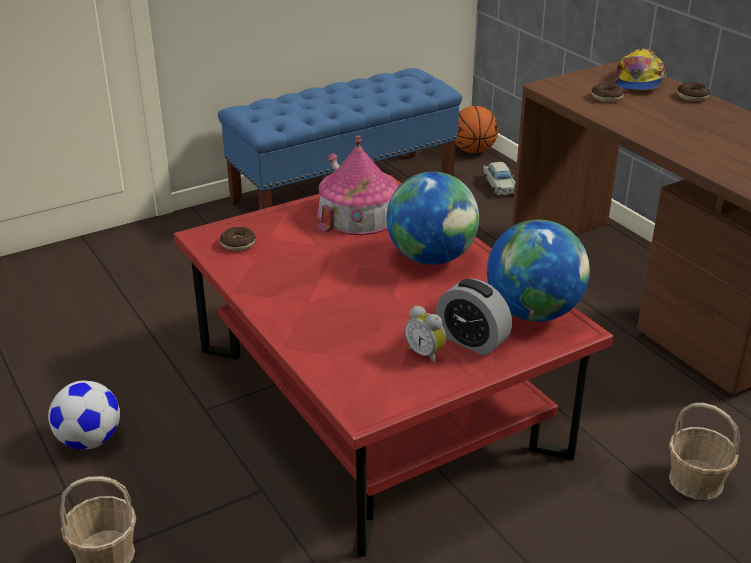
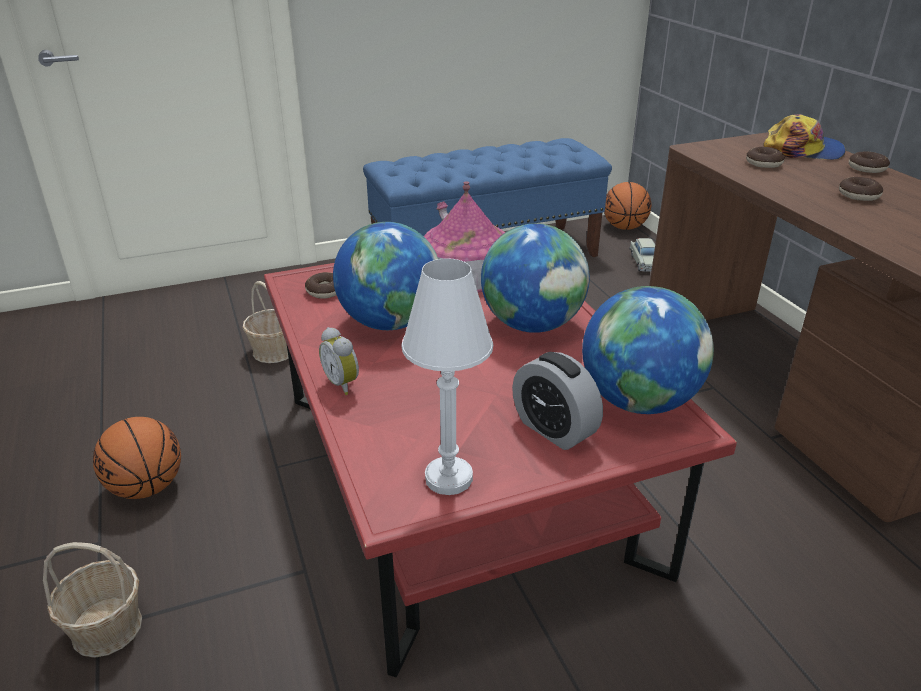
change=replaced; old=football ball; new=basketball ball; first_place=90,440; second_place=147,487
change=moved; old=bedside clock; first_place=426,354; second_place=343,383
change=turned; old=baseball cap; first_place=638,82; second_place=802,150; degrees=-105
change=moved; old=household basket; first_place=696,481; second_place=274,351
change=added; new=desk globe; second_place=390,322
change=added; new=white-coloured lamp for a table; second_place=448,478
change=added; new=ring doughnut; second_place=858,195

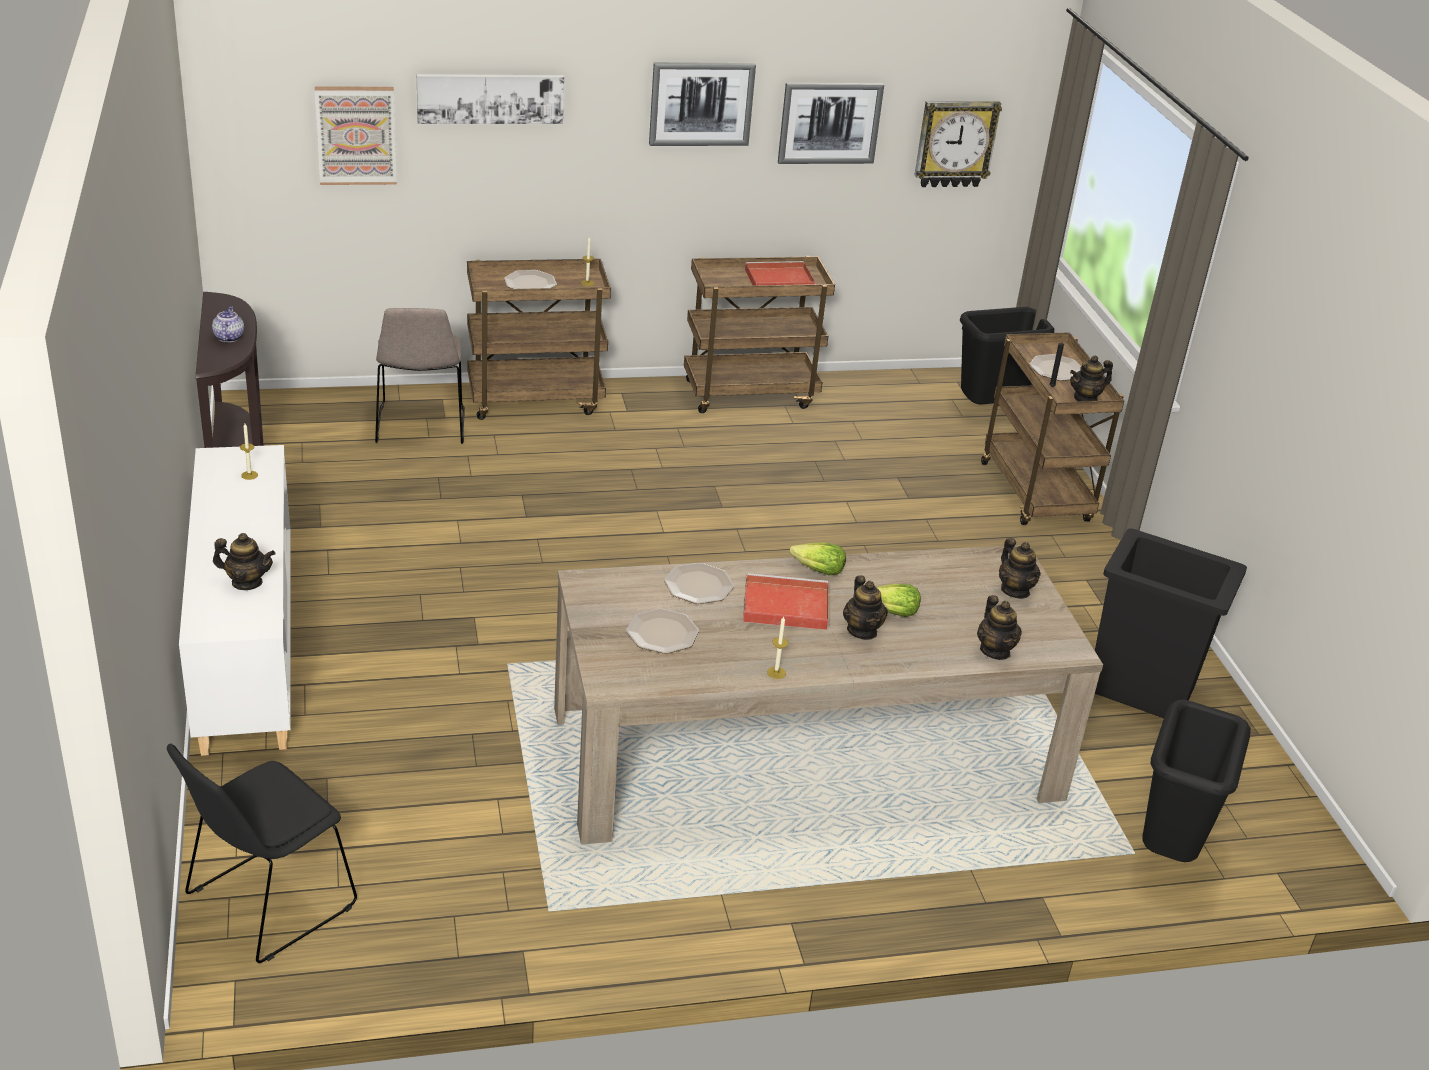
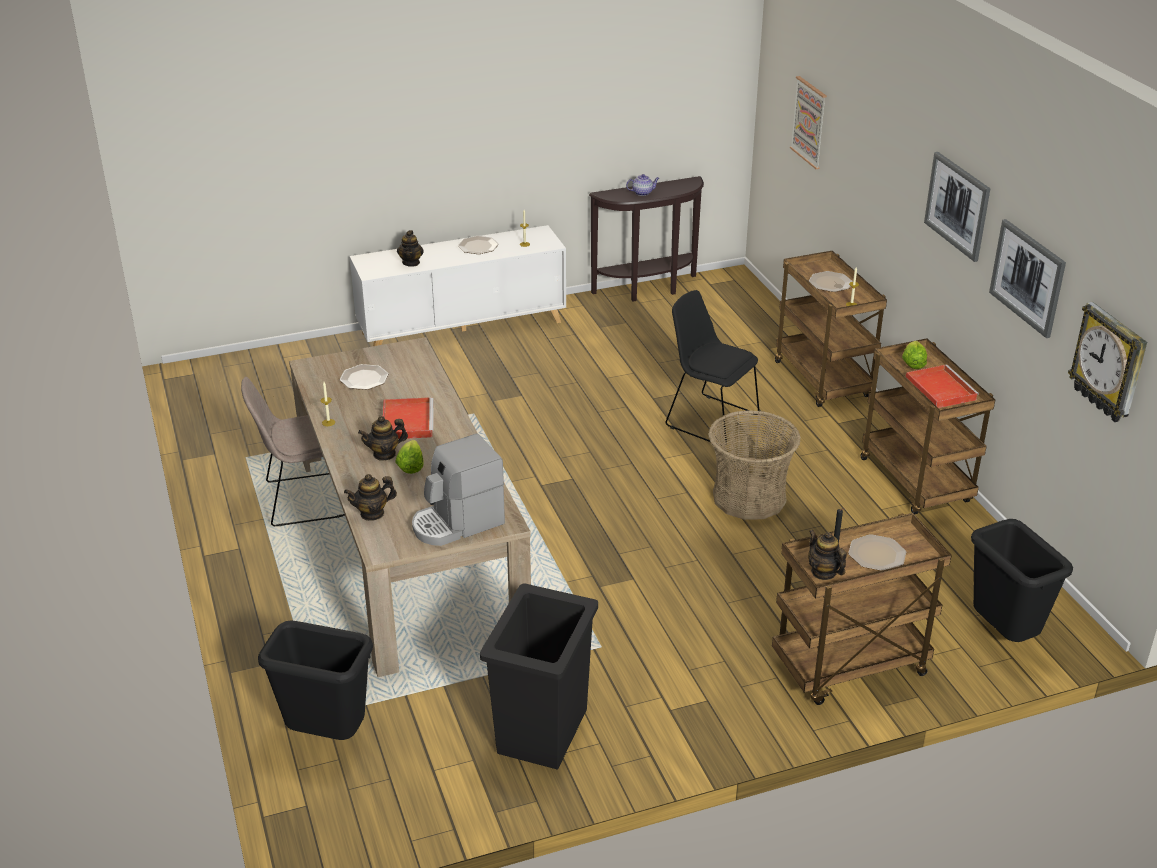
change=moved; old=blackish chair; first_place=266,903; second_place=709,419
change=moved; old=beige chair; first_place=420,427; second_place=302,500
change=removed; old=wall art; first_place=490,98
change=moved; old=dinner plate; first_place=699,585; second_place=477,246
change=moved; old=lettuce; first_place=818,570; second_place=913,363
change=replaced; old=tea pot; new=coffee brewer; first_place=1015,590; second_place=457,523
change=added; new=household basket; second_place=749,498

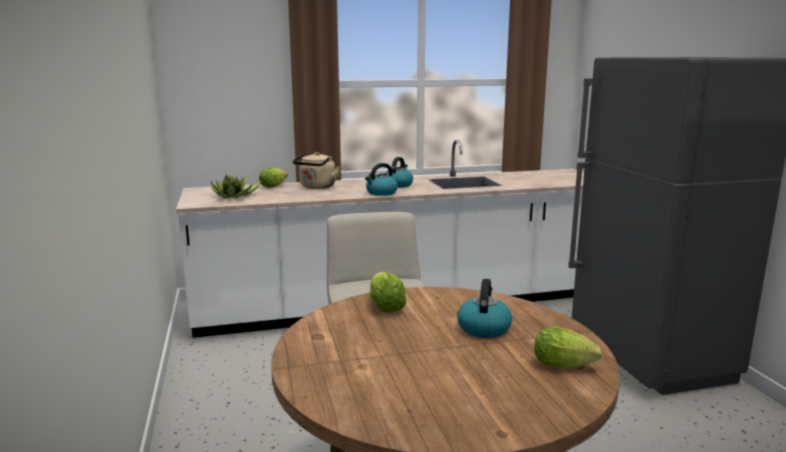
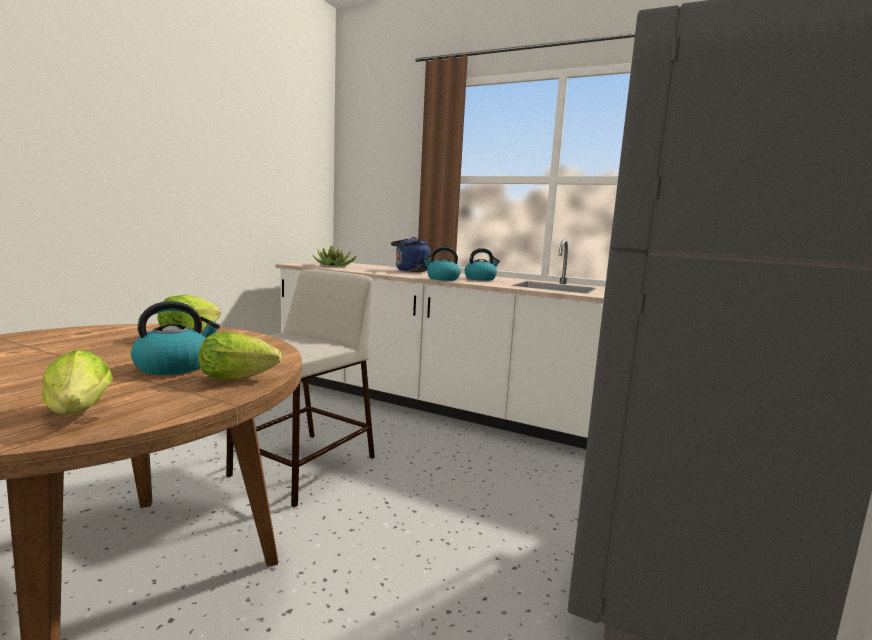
change=moved; old=lettuce; first_place=274,186; second_place=242,378
change=recoloured; old=beige kettle; new=bluish kettle; first_place=317,187; second_place=410,271

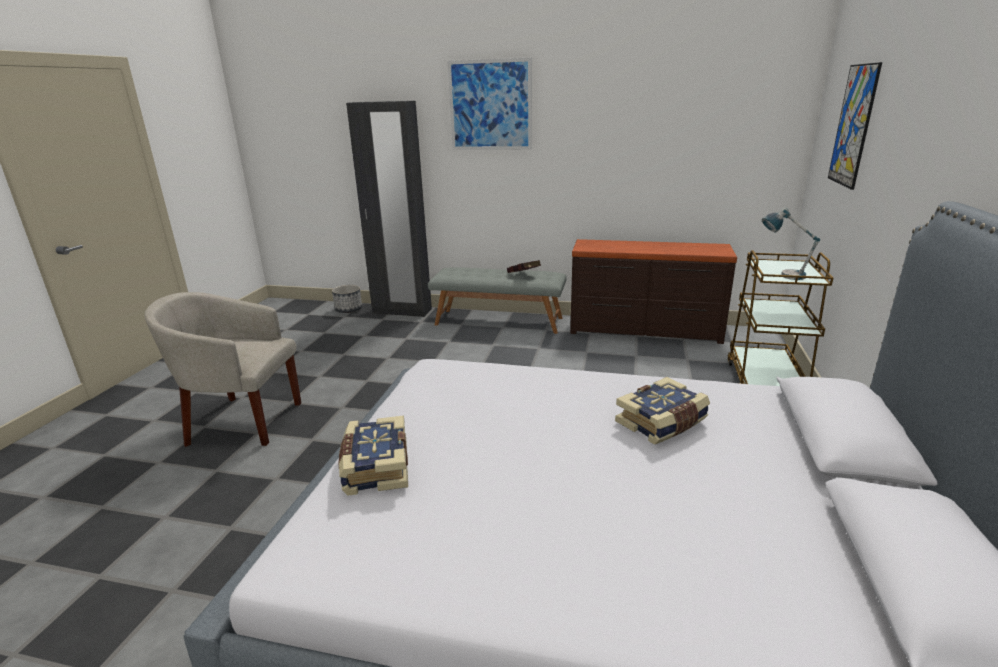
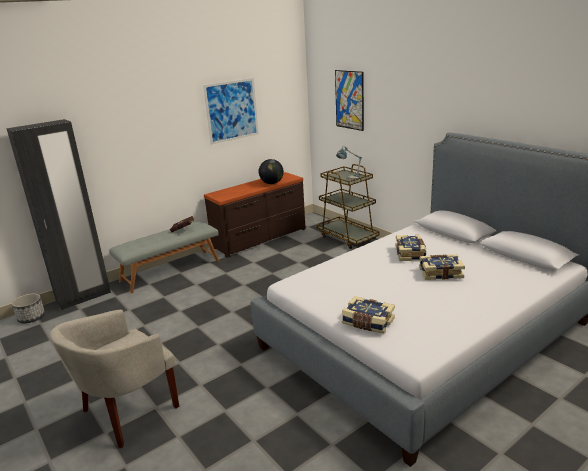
change=moved; old=wall art; first_place=490,105; second_place=231,110
change=added; new=desk globe; second_place=272,183
change=added; new=volume; second_place=440,273

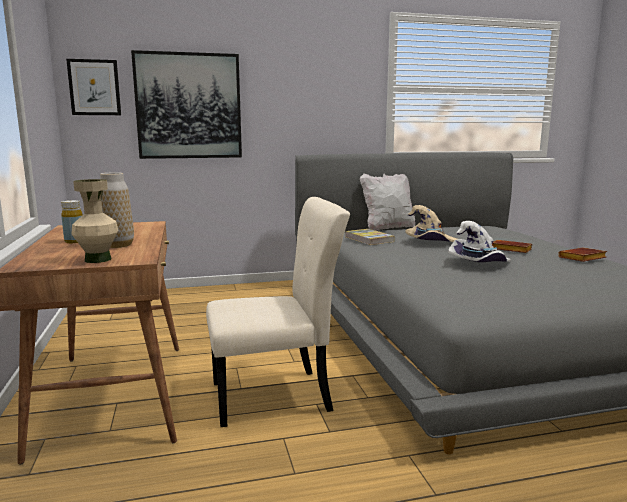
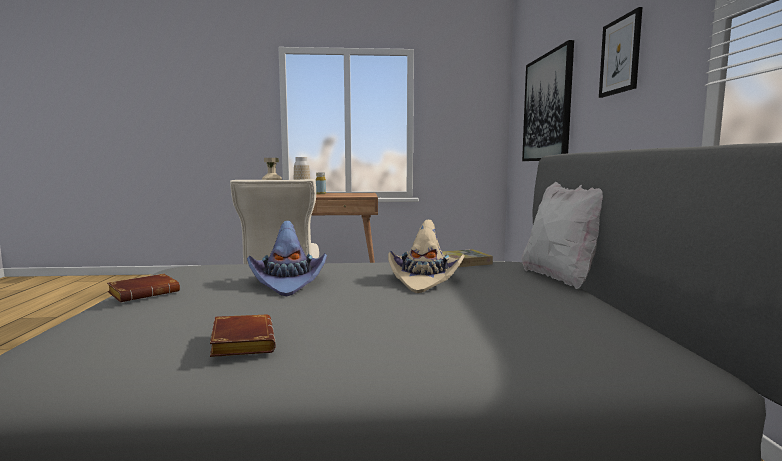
change=moved; old=wall art; first_place=94,87; second_place=620,56
change=recoloured; old=white-coloured hat; new=purplish hat; first_place=478,264; second_place=288,282
change=moved; old=brownish volume; first_place=509,250; second_place=145,293

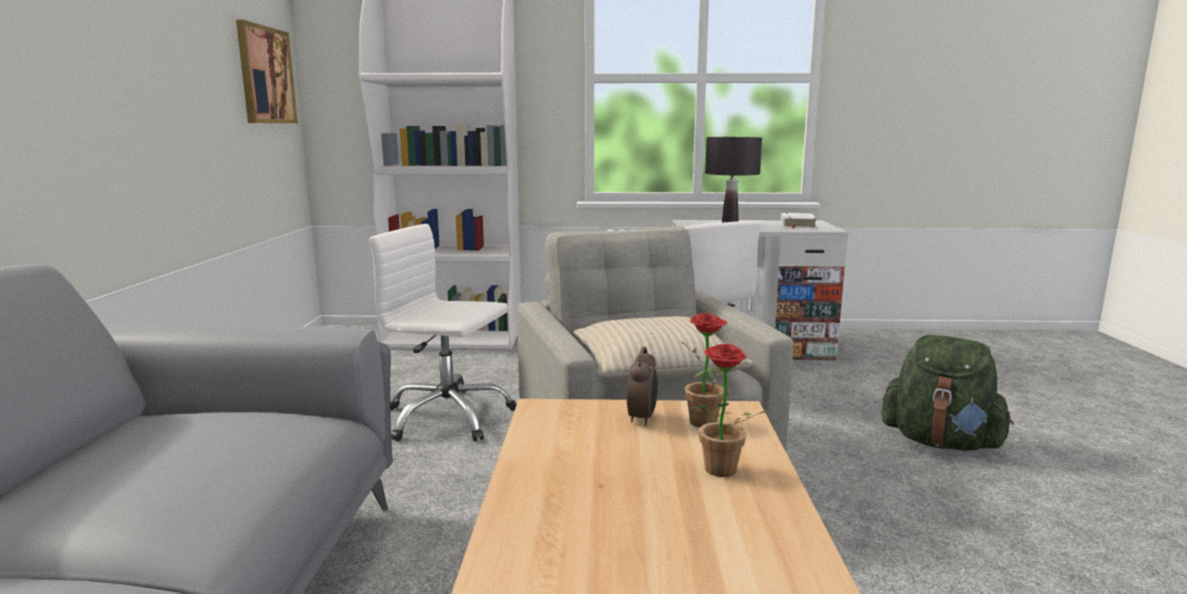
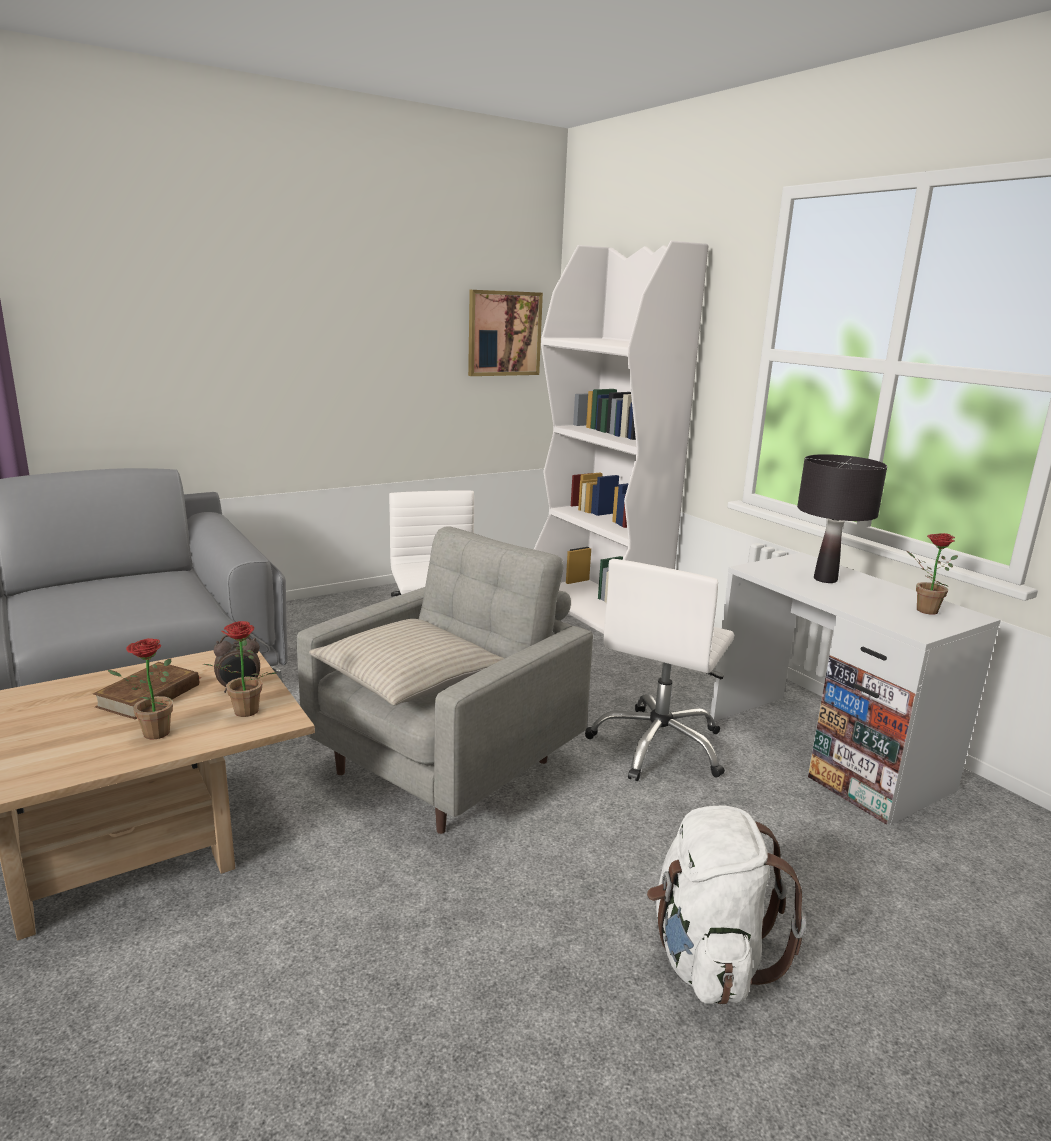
change=replaced; old=white-coloured volume; new=potted plant; first_place=797,224; second_place=922,609
change=recoloured; old=greenish knapsack; new=white-coloured knapsack; first_place=940,442; second_place=708,958
change=added; new=brownish volume; second_place=149,696

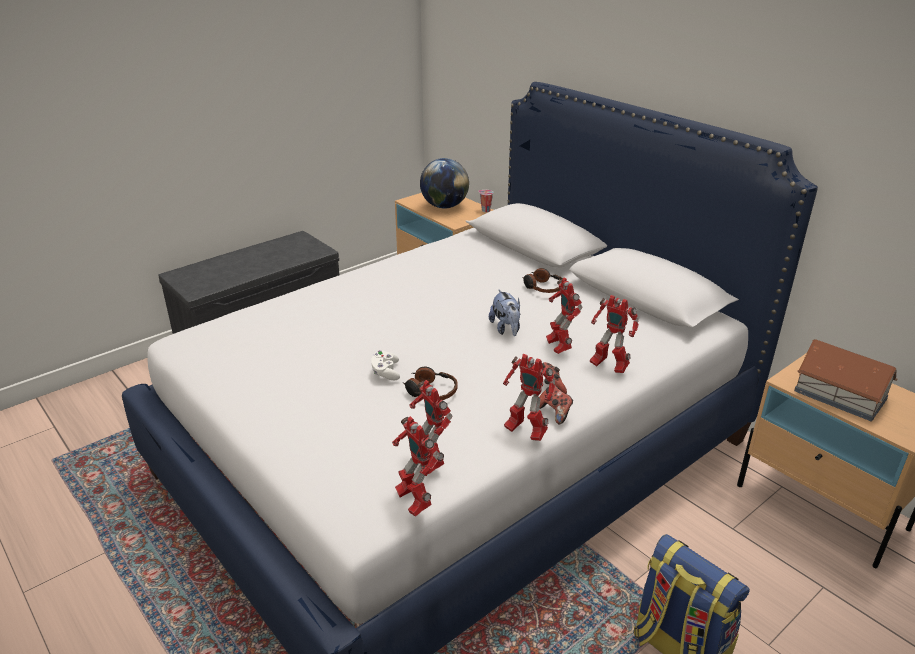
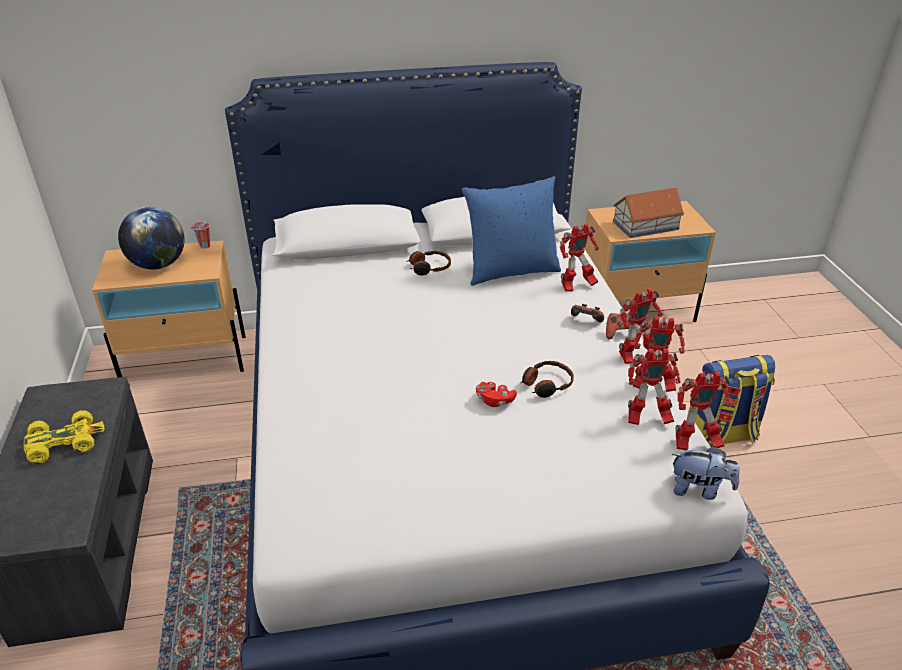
change=recoloured; old=white-coloured game controller; new=red-coloured game controller; first_place=386,372; second_place=494,400
change=moved; old=plush toy; first_place=506,329; second_place=699,489
change=moved; old=robot figure; first_place=558,347; second_place=651,386
change=added; new=yellowish model car; second_place=65,443
change=added; new=bluish pillow; second_place=510,270

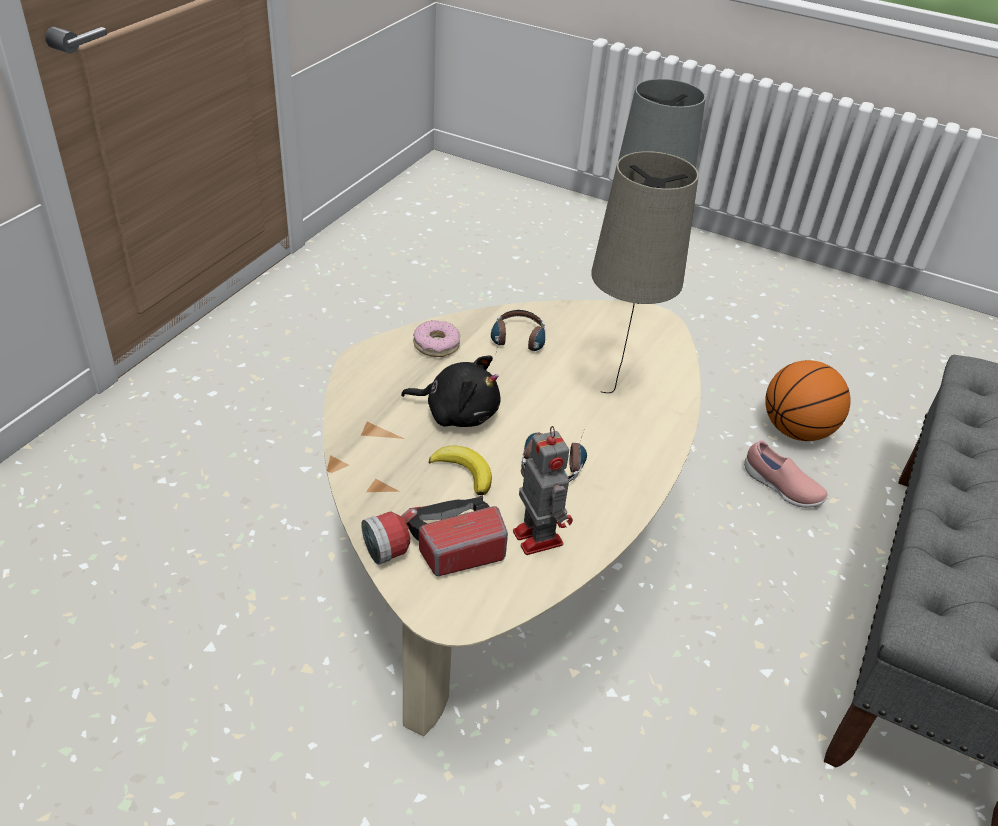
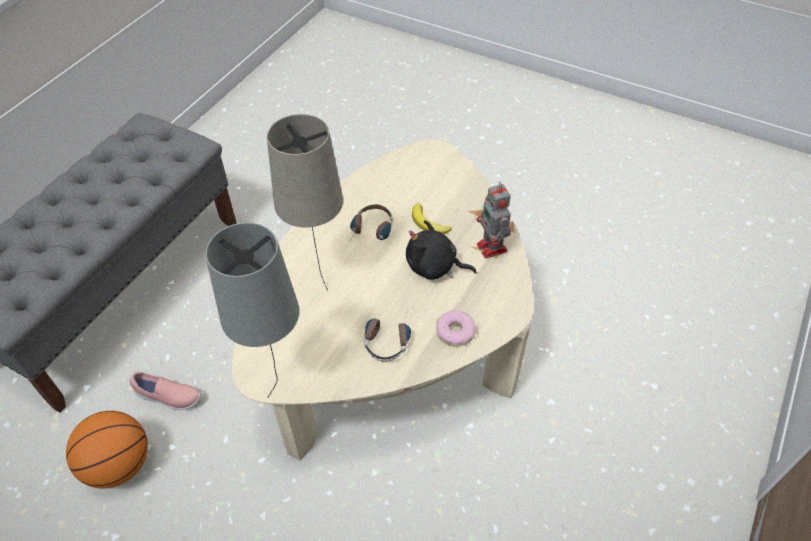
change=removed; old=flashlight; first_place=434,550
change=moved; old=robot figure; first_place=536,535; second_place=492,249
change=turned; old=pink shoe; first_place=781,488; second_place=168,397; degrees=150

